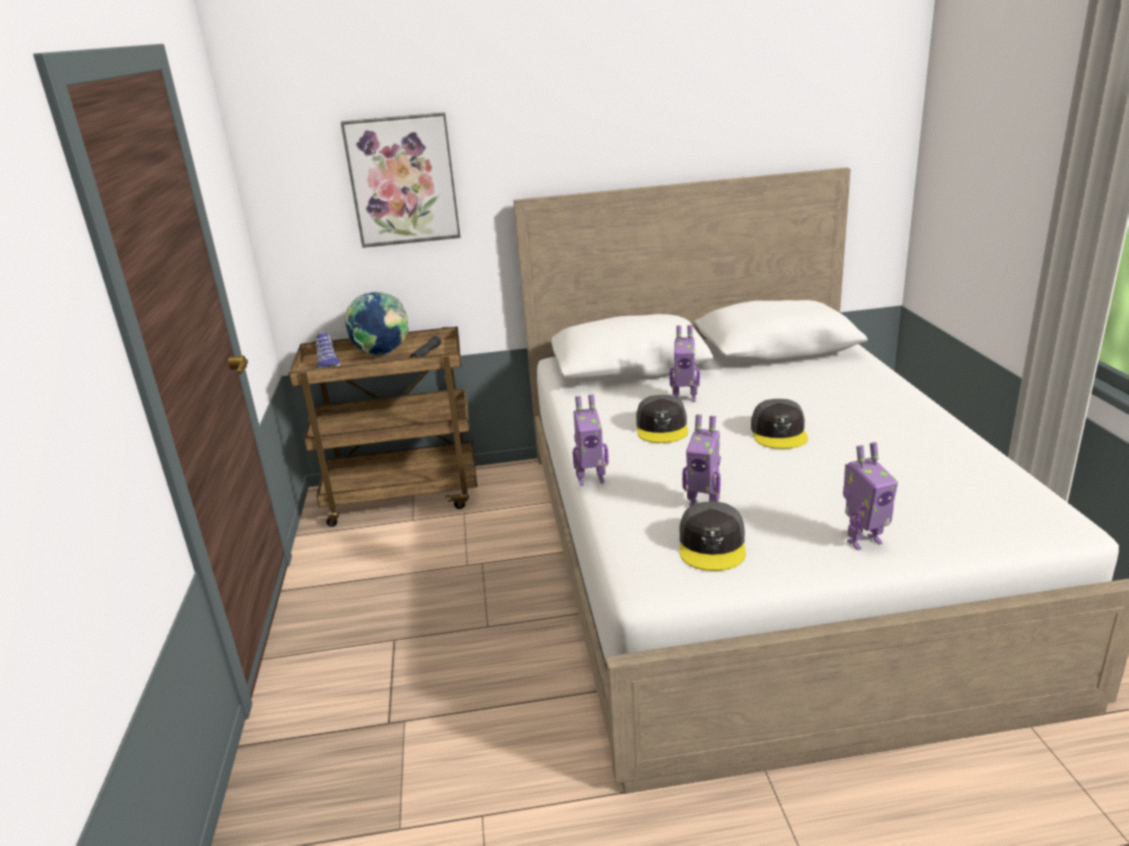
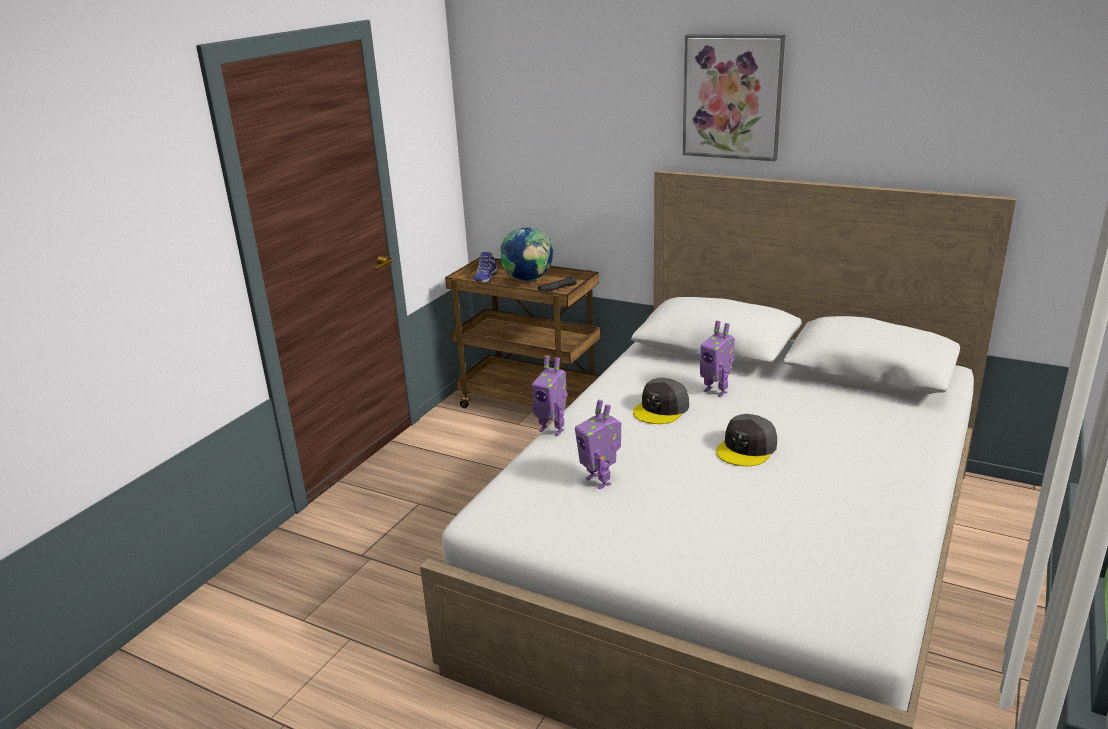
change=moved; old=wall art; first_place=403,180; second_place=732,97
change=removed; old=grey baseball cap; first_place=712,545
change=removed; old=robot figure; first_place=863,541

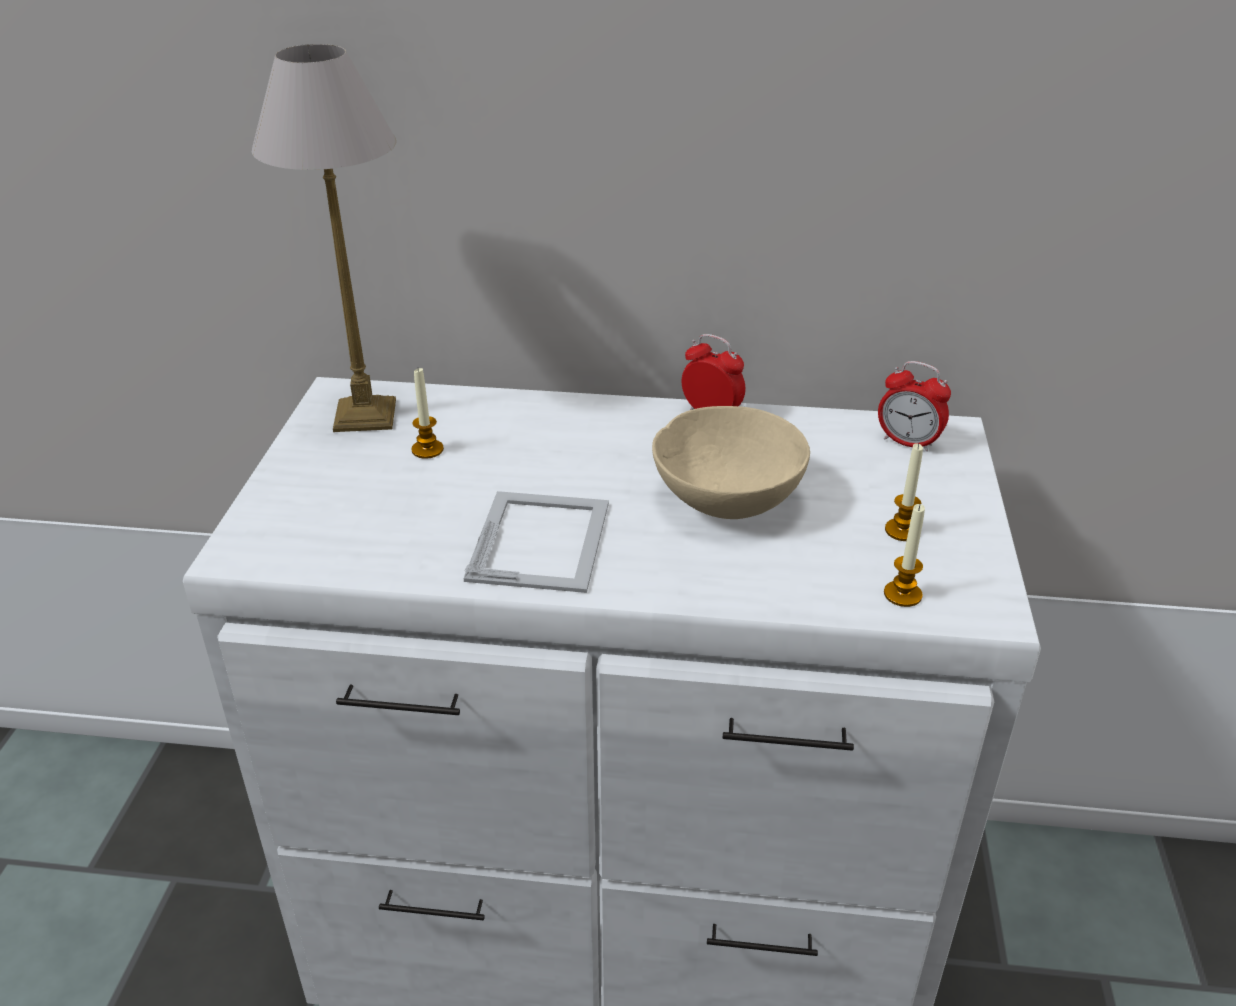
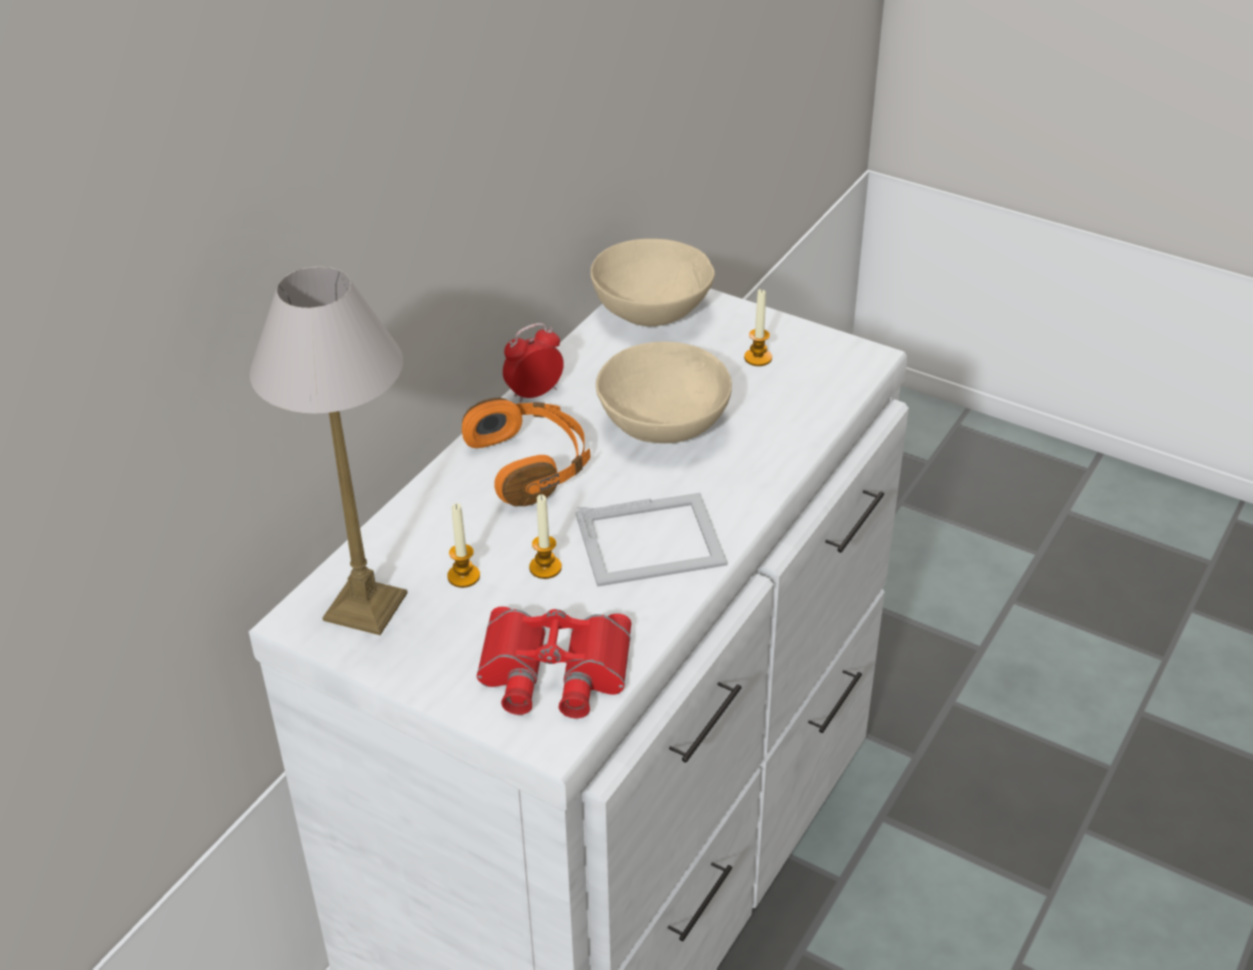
change=turned; old=picture frame; first_place=541,539; second_place=652,540; degrees=135
change=replaced; old=bedside clock; new=beige bowl; first_place=908,442; second_place=651,312
change=moved; old=candle; first_place=902,594; second_place=545,567
change=added; new=orangey headphones; second_place=531,465
change=added; new=red-coloured pair of binoculars; second_place=553,672

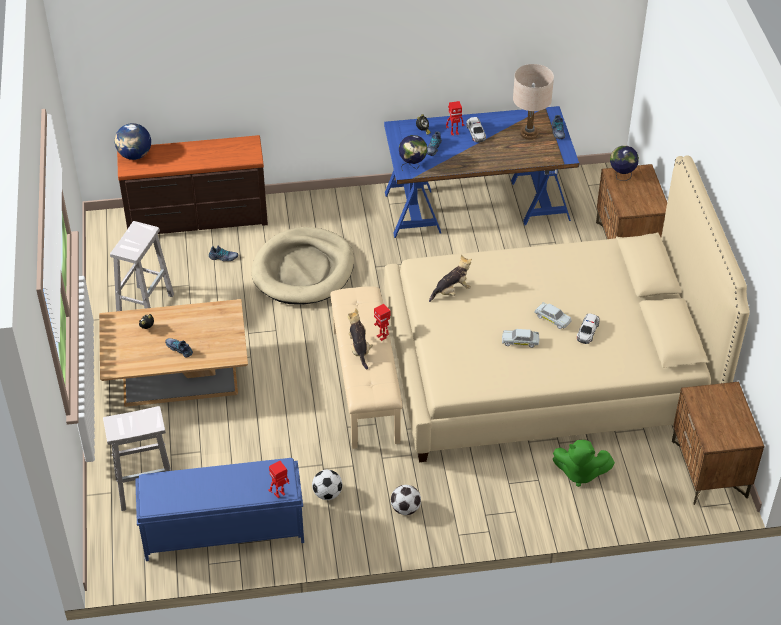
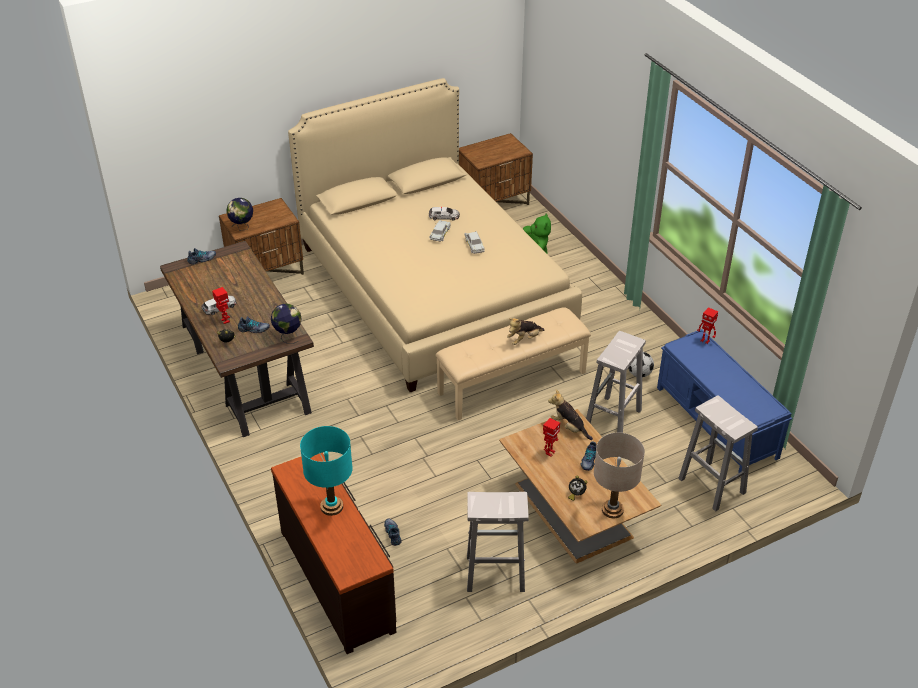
change=removed; old=desk globe; first_place=135,155
change=removed; old=beige dog cushion; first_place=303,270
change=moved; old=robot figure; first_place=382,337; second_place=549,452
change=recoloured; old=bluish desk unit; new=brownish desk unit; first_place=476,205; second_place=243,368
change=removed; old=football ball; first_place=405,509
change=moved; old=plush toy; first_place=451,291; second_place=569,427
change=moved; old=beige lamp for a table; first_place=529,134; second_place=612,510
change=added; new=turquoise-coloured lamp for a table; second_place=331,506
change=added; new=white-coloured sitting stool; second_place=613,419

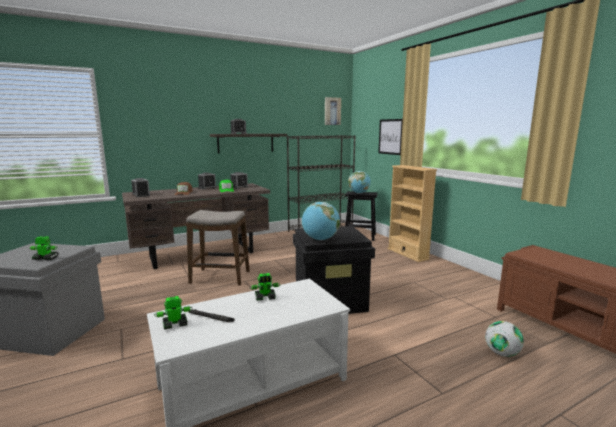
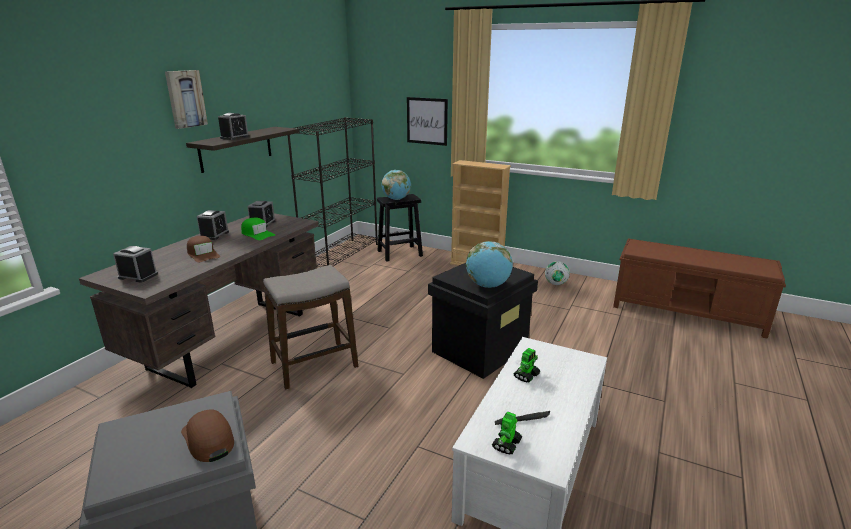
change=replaced; old=robot figure; new=brownish baseball cap; first_place=45,258; second_place=208,439
change=moved; old=wall art; first_place=332,111; second_place=185,99
change=moved; old=football ball; first_place=502,353; second_place=556,284

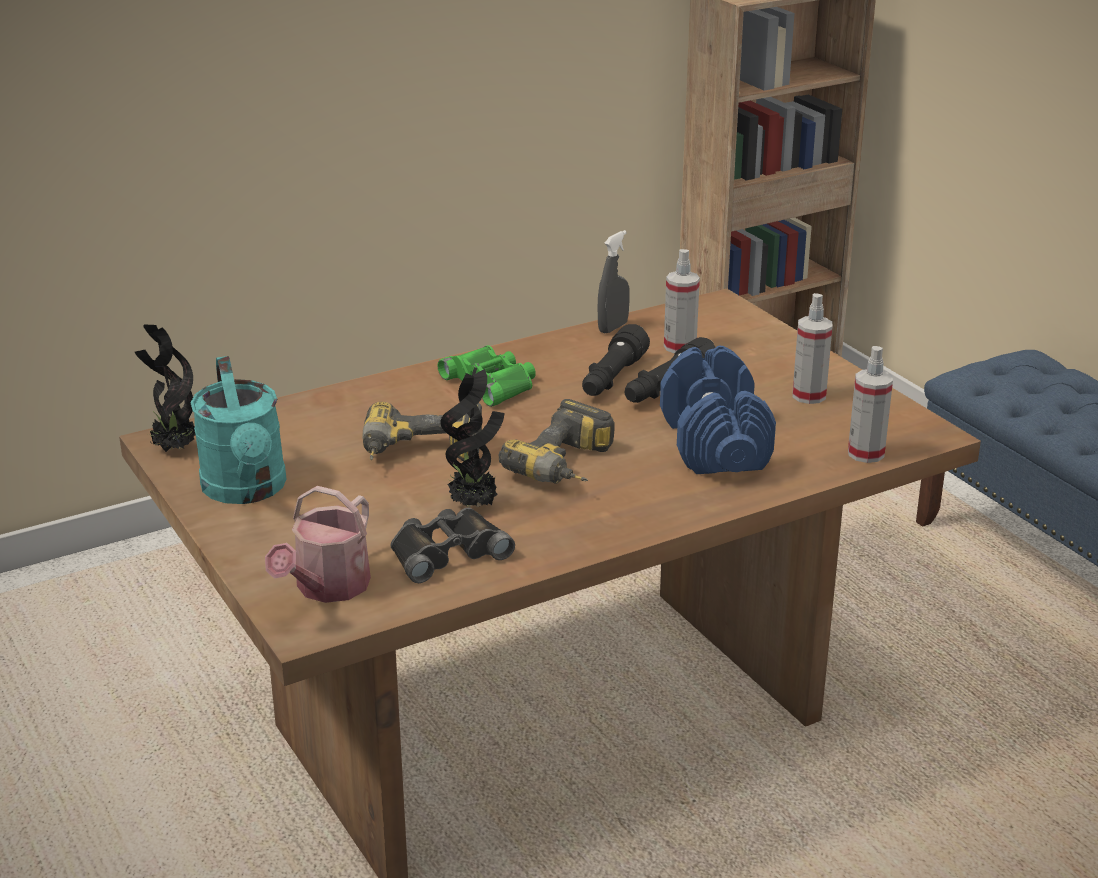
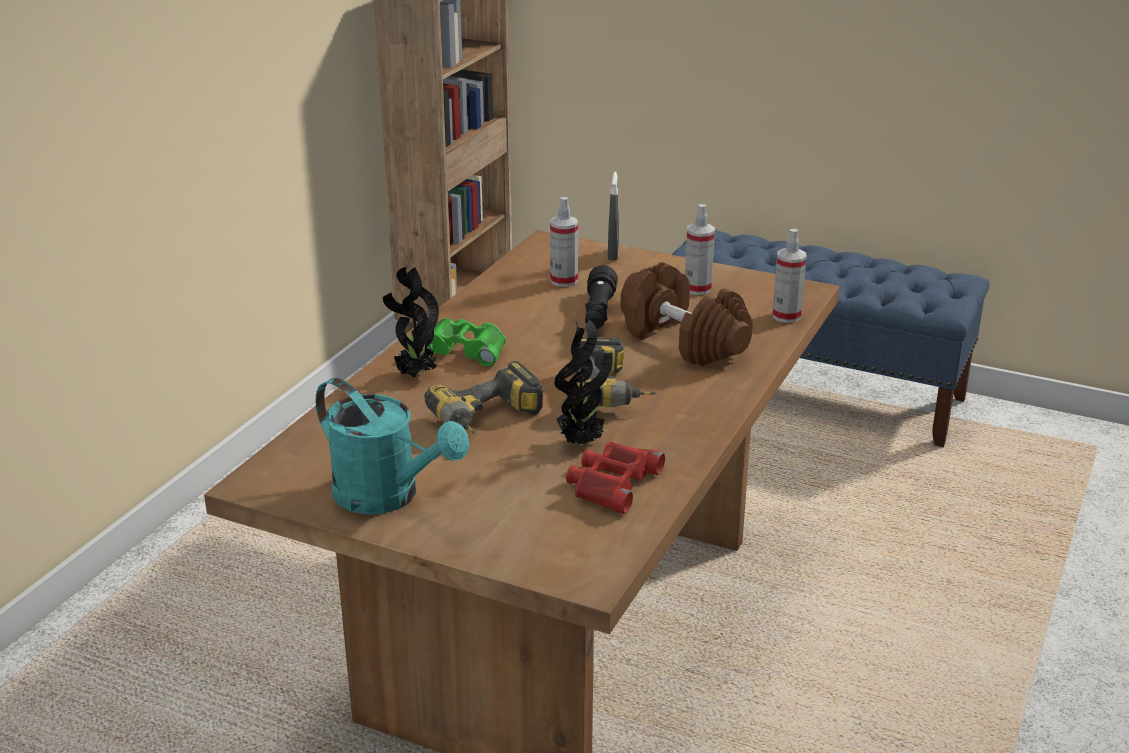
change=moved; old=potted plant; first_place=173,449; second_place=415,374
change=removed; old=sprinkling can; first_place=327,588
change=recoloured; old=blackish pair of binoculars; new=red-coloured pair of binoculars; first_place=446,552; second_place=612,483
change=removed; old=blackish flashlight; first_place=612,378
change=moved; old=grey sprayer; first_place=613,327; second_place=613,255
change=recoloured; old=bluish hand weight; new=brownish hand weight; first_place=714,443; second_place=682,341

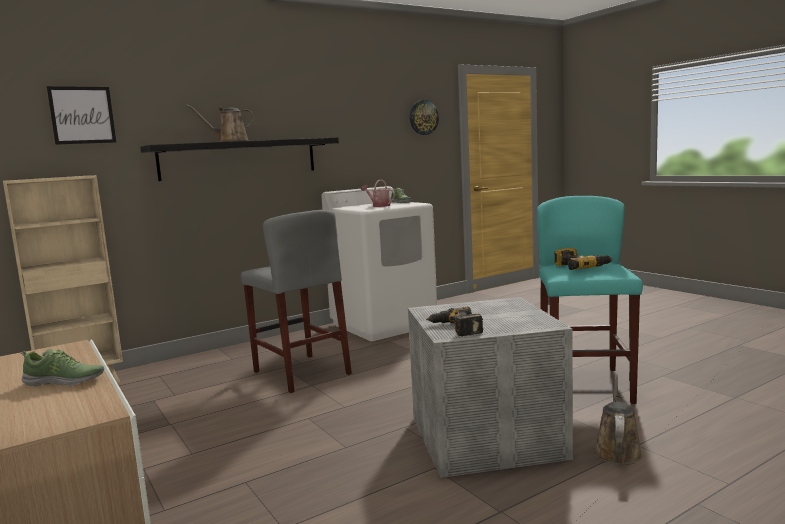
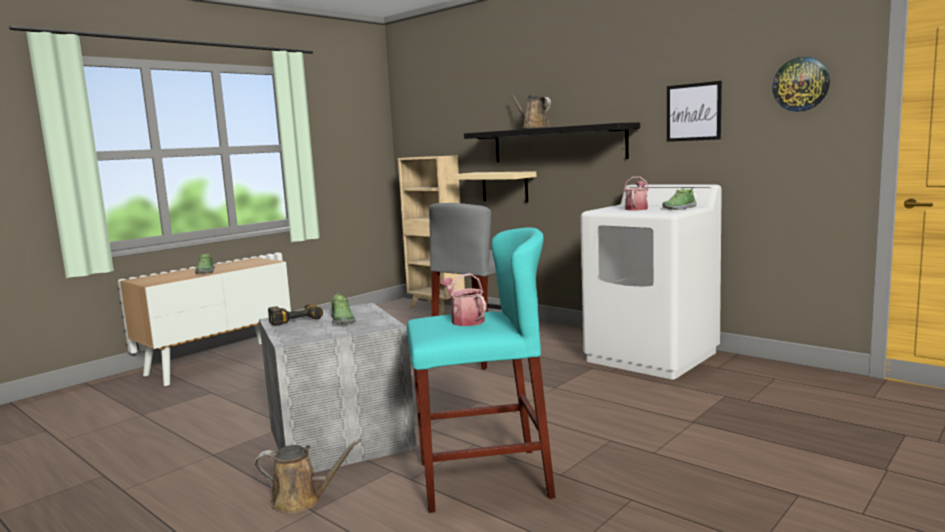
change=moved; old=wall art; first_place=82,115; second_place=693,112
change=replaced; old=electric drill; new=sprinkling can; first_place=580,267; second_place=465,320
change=added; new=shoe; second_place=342,320
change=added; new=beige bracket shelf; second_place=505,186

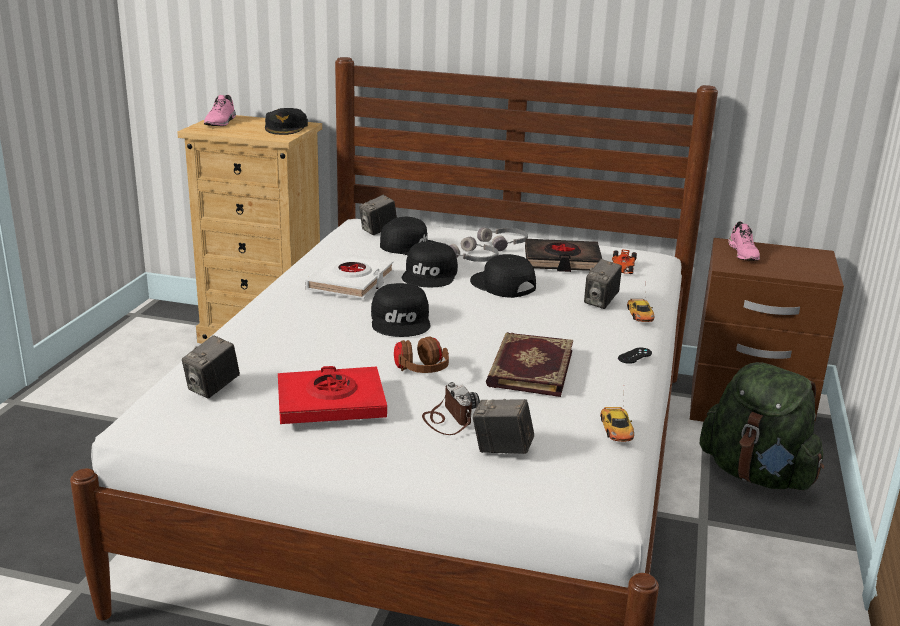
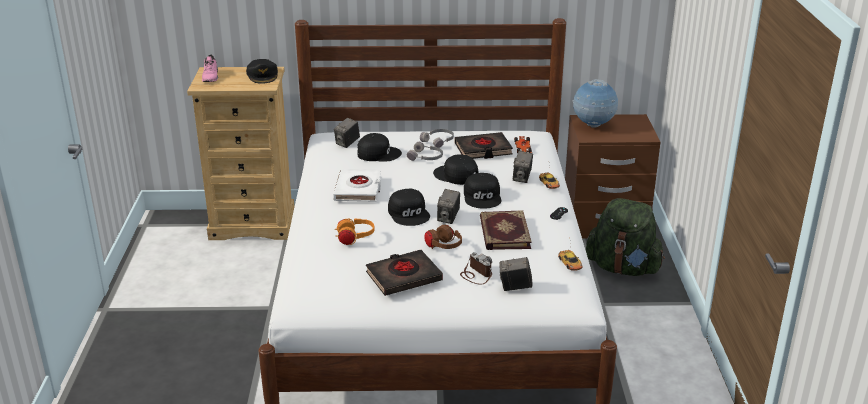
change=moved; old=still camera; first_place=213,388; second_place=448,218
change=recoloured; old=red-coloured volume; new=blackish volume; first_place=331,403; second_place=403,277
change=moved; old=blackish baseball cap; first_place=430,275; second_place=483,197
change=replaced; old=pink shoe; new=desk globe; first_place=744,253; second_place=593,125
change=added; new=orangey headphones; second_place=355,239

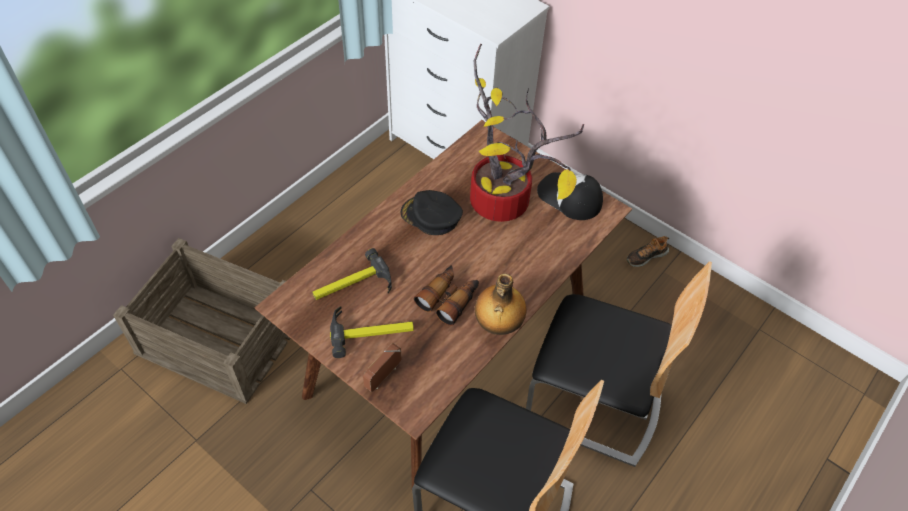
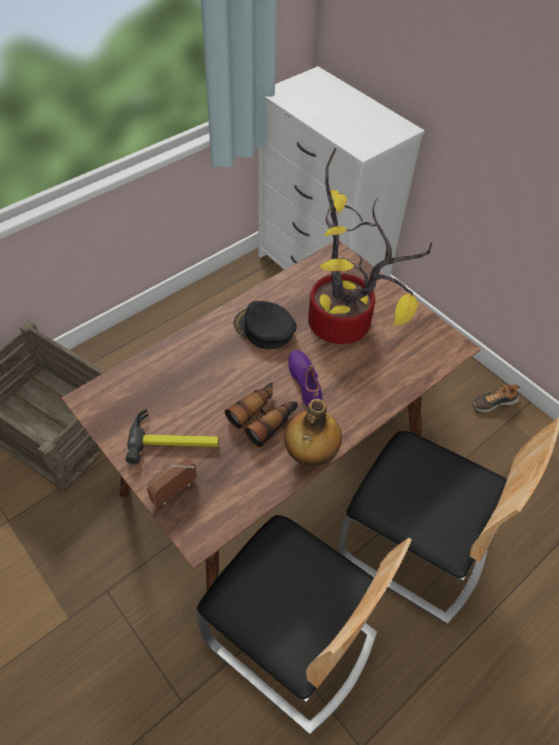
change=removed; old=tool hammer; first_place=352,286
change=removed; old=baseball cap; first_place=569,197
change=added; new=purplish shoe; second_place=306,382

